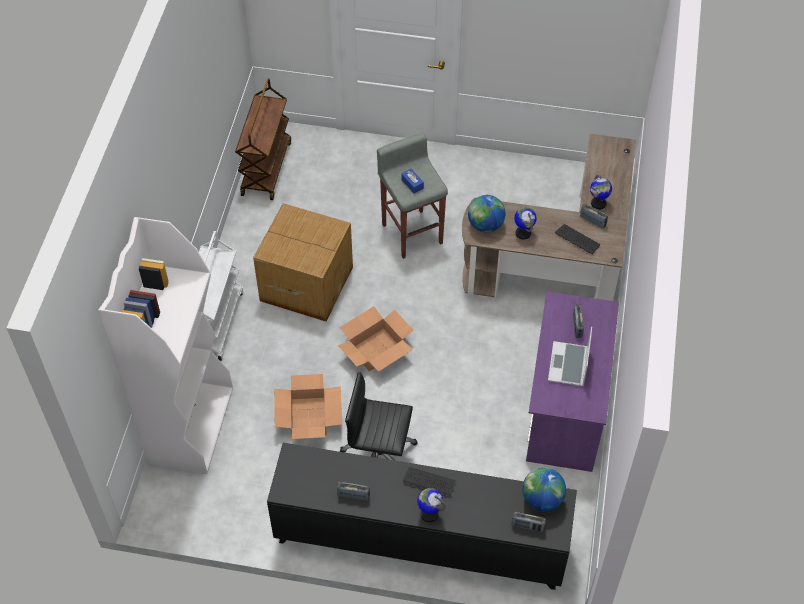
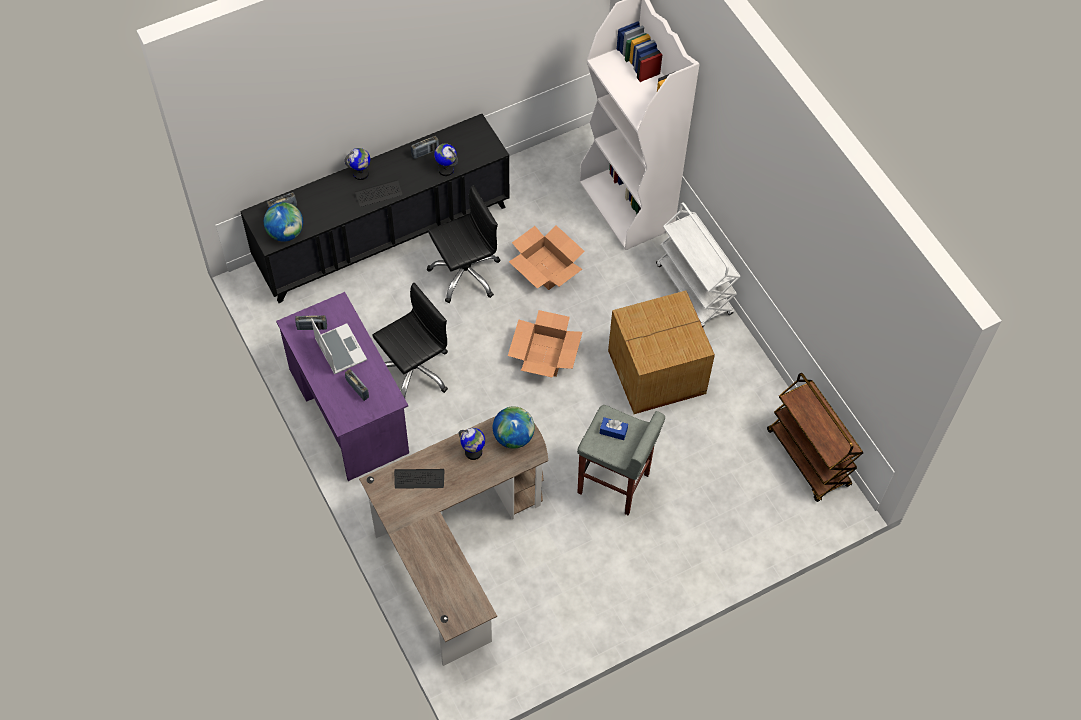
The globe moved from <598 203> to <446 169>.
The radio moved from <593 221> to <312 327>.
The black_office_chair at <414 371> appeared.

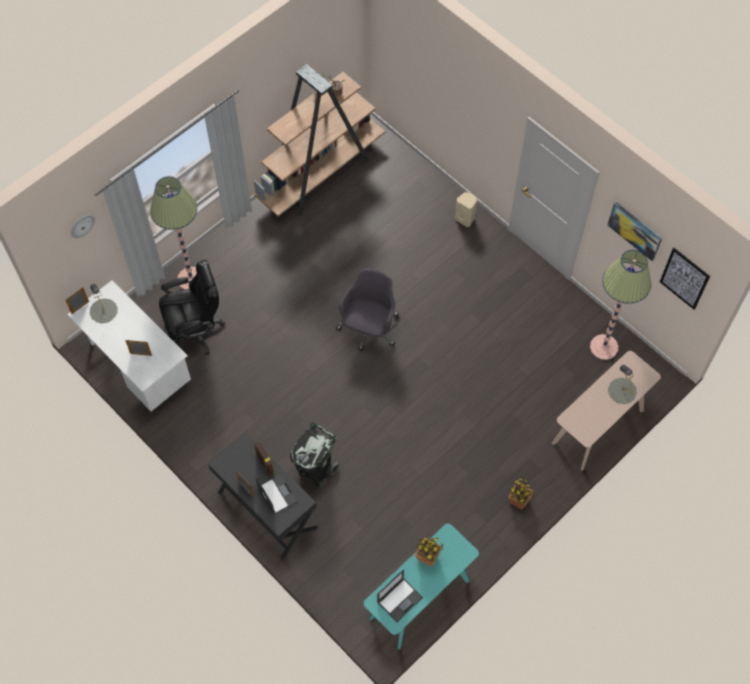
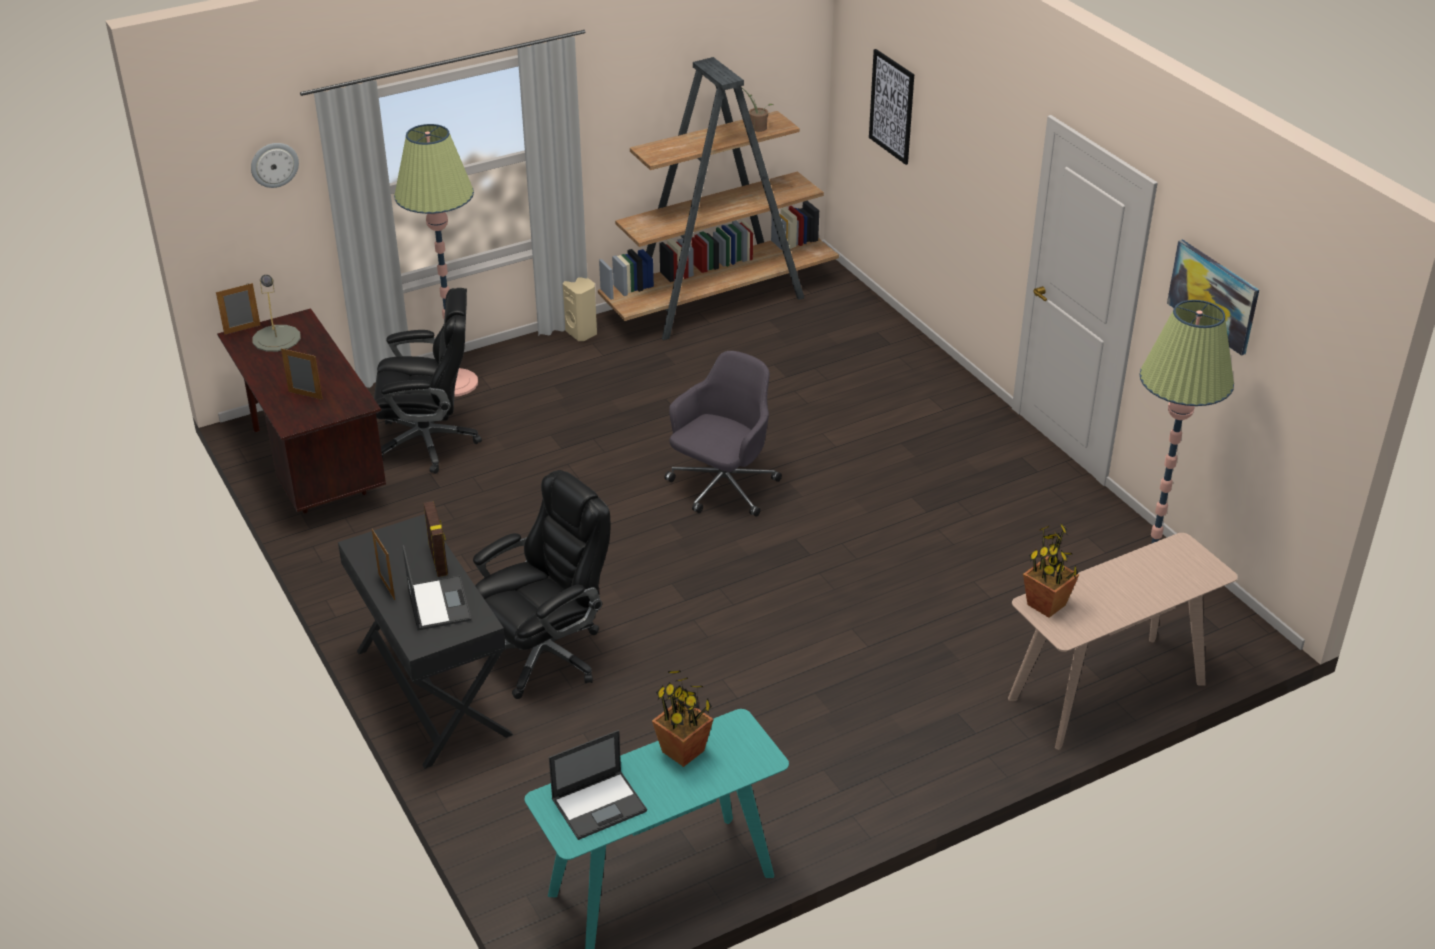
The beige_speaker moved from <465 218> to <582 333>.
The picture moved from <684 278> to <892 106>.
The white_desk at <138 366> became the brown_desk at <313 468>.
The grey_table_lamp at <622 391> disappeared.
The black_trash_can at <315 470> was replaced by the black_office_chair at <546 654>.
The potted_plant moved from <519 501> to <1047 605>.

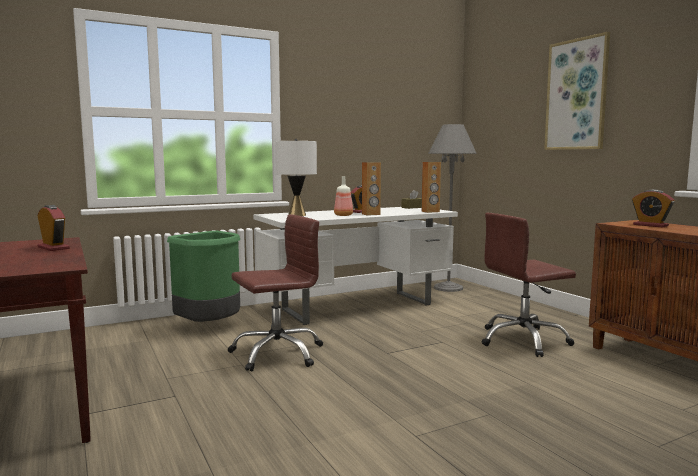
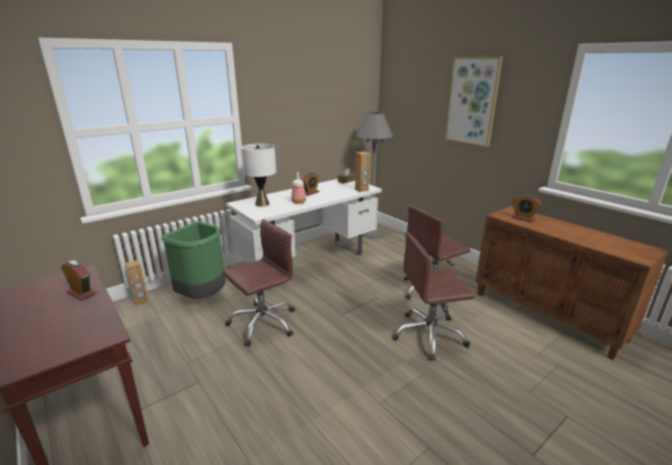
The brown_speaker moved from <371 214> to <141 301>.
The brown_office_chair at <429 335> appeared.

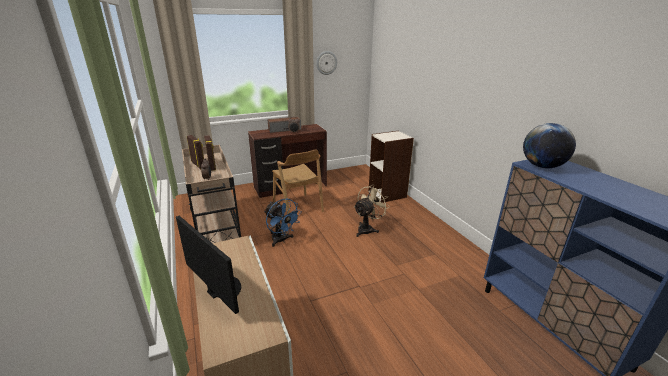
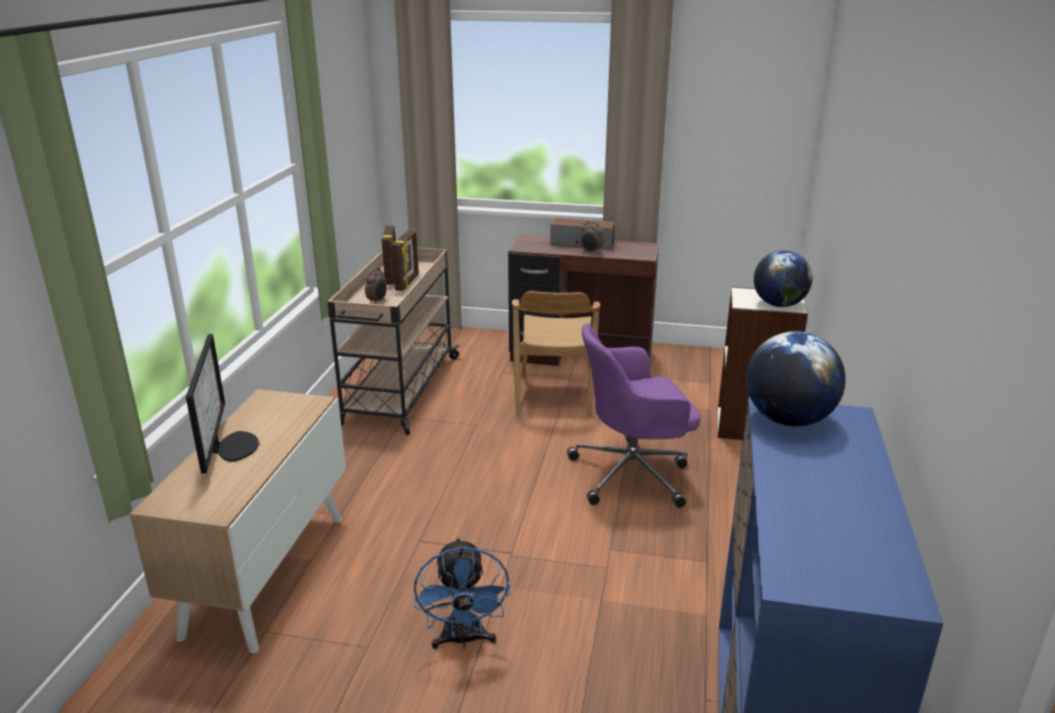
The wall_clock at <326 63> disappeared.
The beige_fan at <367 229> was replaced by the purple_office_chair at <633 474>.
The blue_fan moved from <281 240> to <463 640>.
The globe at <778 305> appeared.

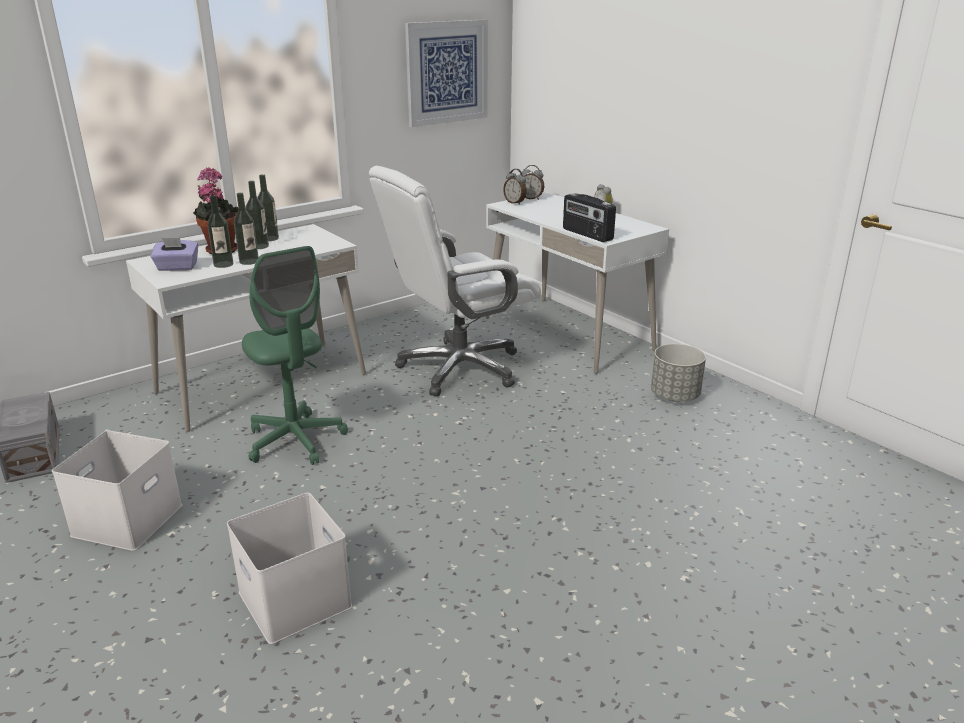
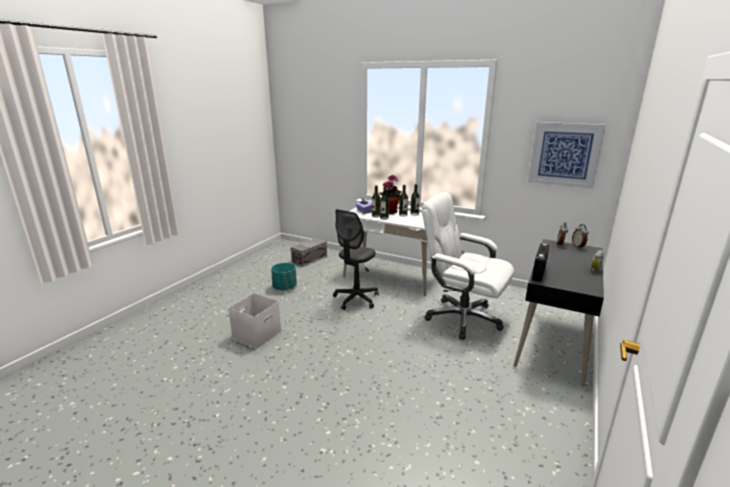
The white_desk at <567 334> became the black_desk at <554 342>.
The green_office_chair at <295 441> became the grey_office_chair at <356 299>.
The grey_planter at <675 396> disappeared.
The white_storage_box at <127 518> was replaced by the turquoise_planter at <285 288>.

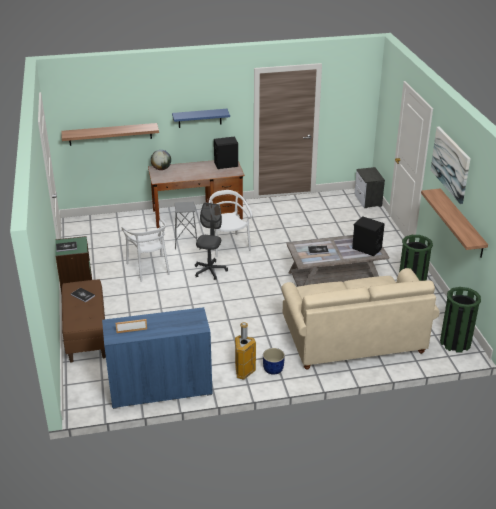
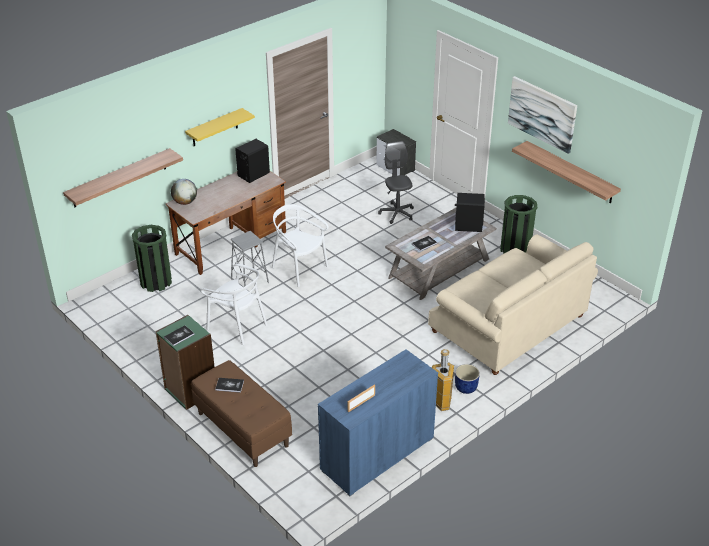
The blue_shelf at <199 118> became the yellow_shelf at <214 128>.
The grey_office_chair moved from <210 271> to <397 214>.
The green_trash_can moved from <455 342> to <156 282>.

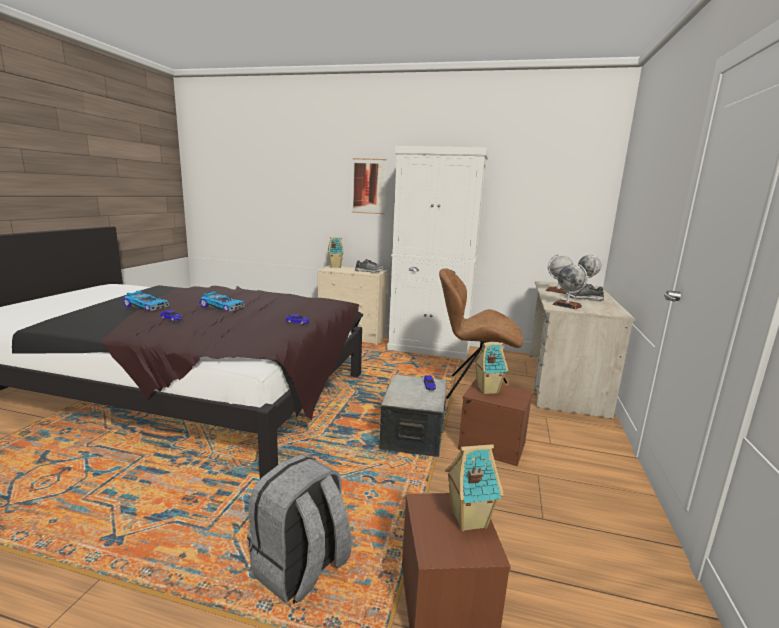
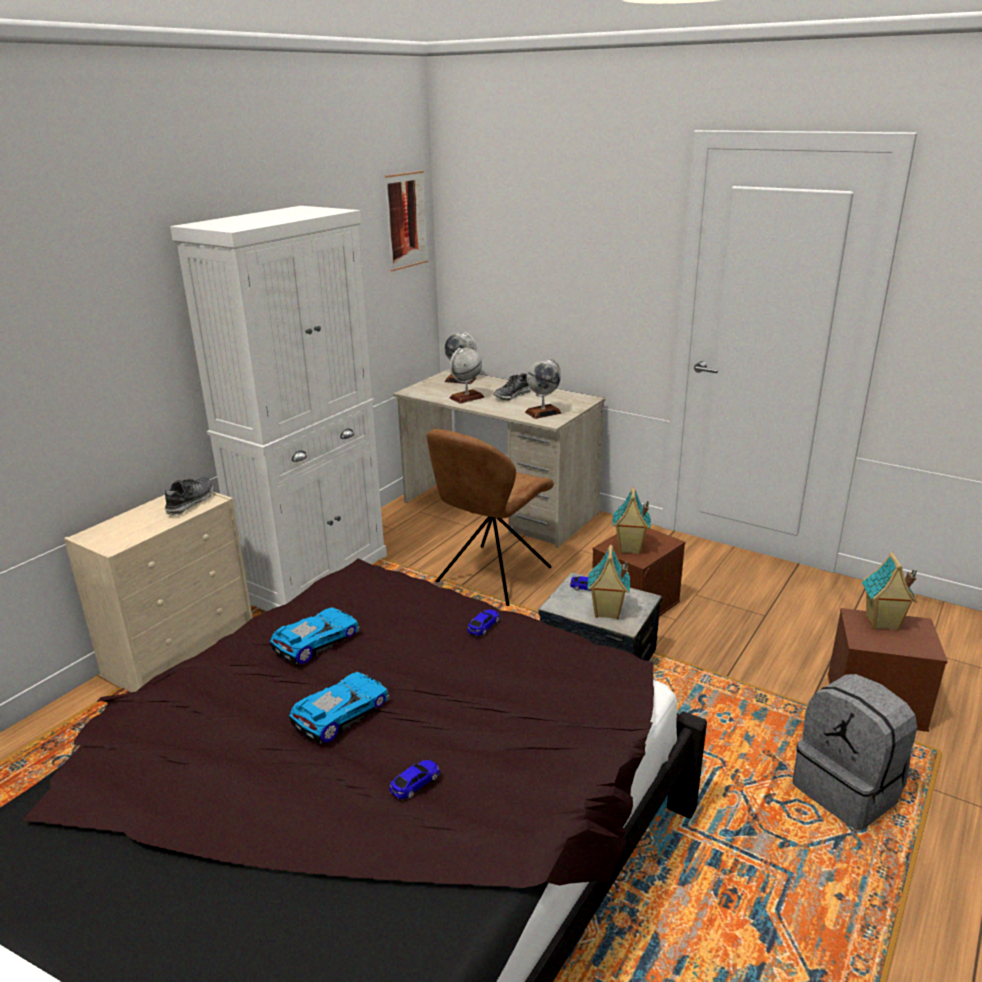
The picture moved from <368 186> to <406 220>.
The toy_house moved from <335 266> to <606 612>.
The toy_car moved from <147 306> to <315 640>.

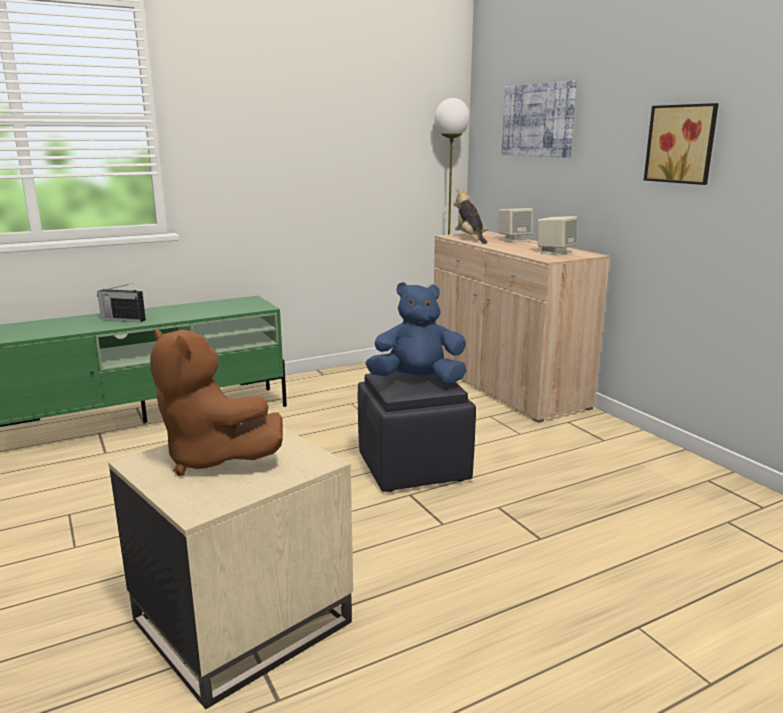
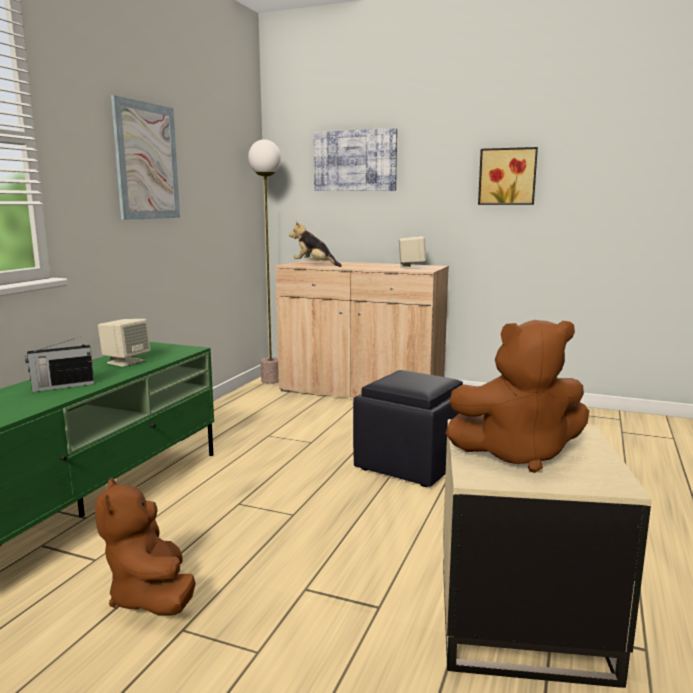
The beige_speaker moved from <514 240> to <126 362>.
The blue_plush_toy at <417 380> disappeared.
The picture at <146 161> appeared.
The brown_plush_toy at <151 596> appeared.

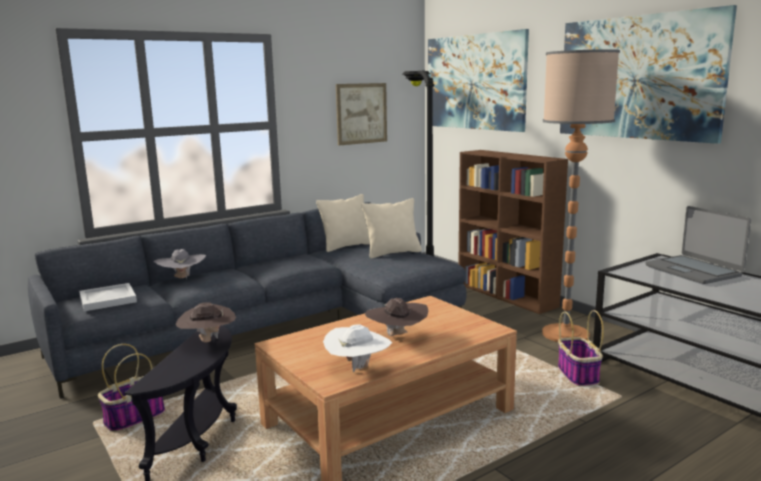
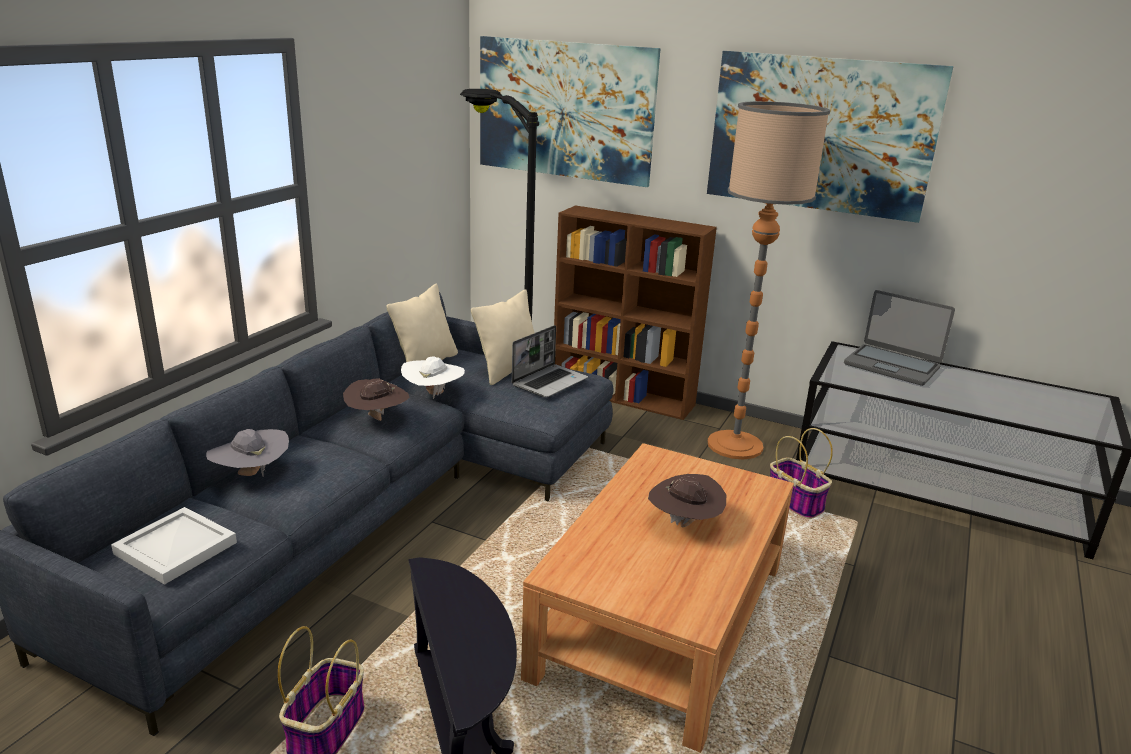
The picture at <361 113> disappeared.
The brown_hat moved from <208 341> to <377 419>.
The white_hat moved from <358 367> to <433 394>.
The laptop at <550 382> appeared.

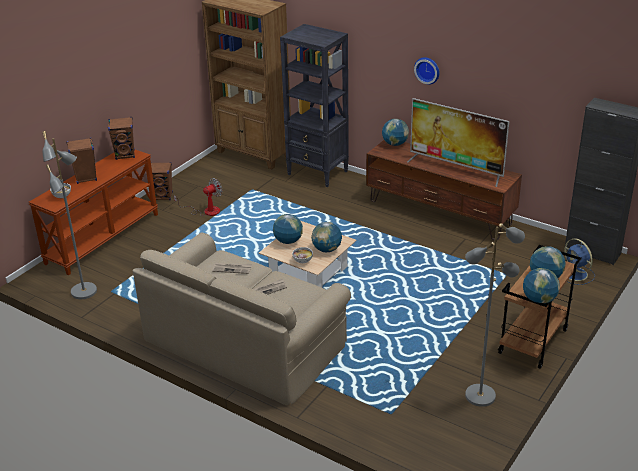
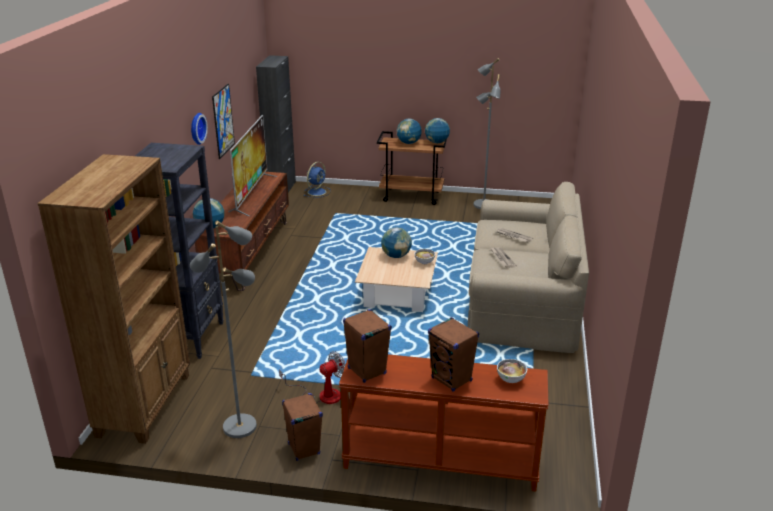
The grey_floor_lamp moved from <84 292> to <240 426>.
The fan at <206 211> turned 120 degrees clockwise.
The globe at <288 241> disappeared.
The picture at <223 121> appeared.

